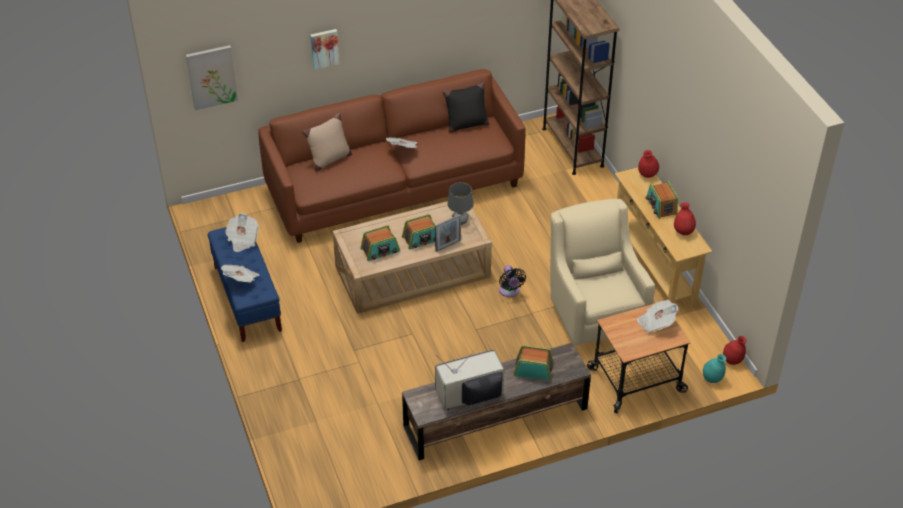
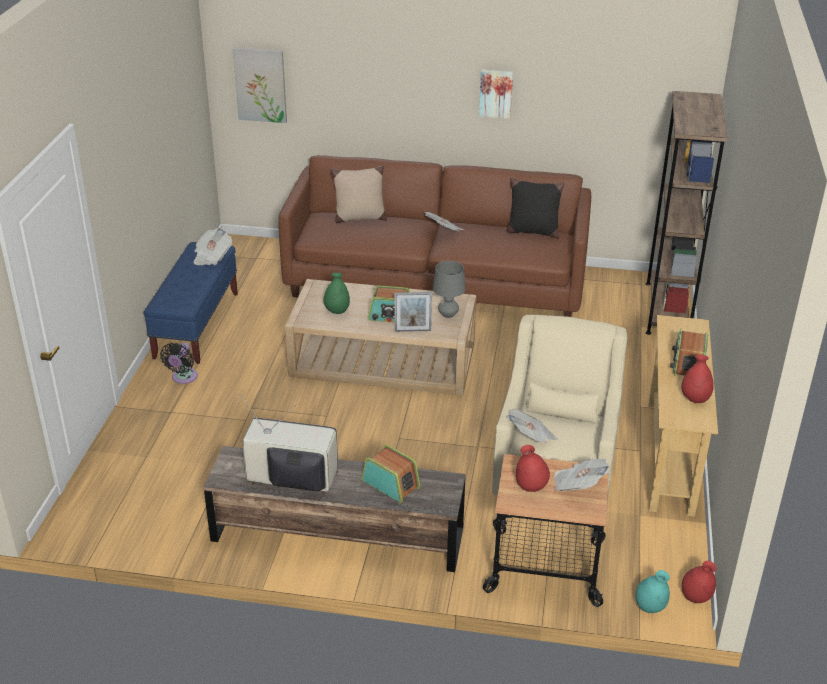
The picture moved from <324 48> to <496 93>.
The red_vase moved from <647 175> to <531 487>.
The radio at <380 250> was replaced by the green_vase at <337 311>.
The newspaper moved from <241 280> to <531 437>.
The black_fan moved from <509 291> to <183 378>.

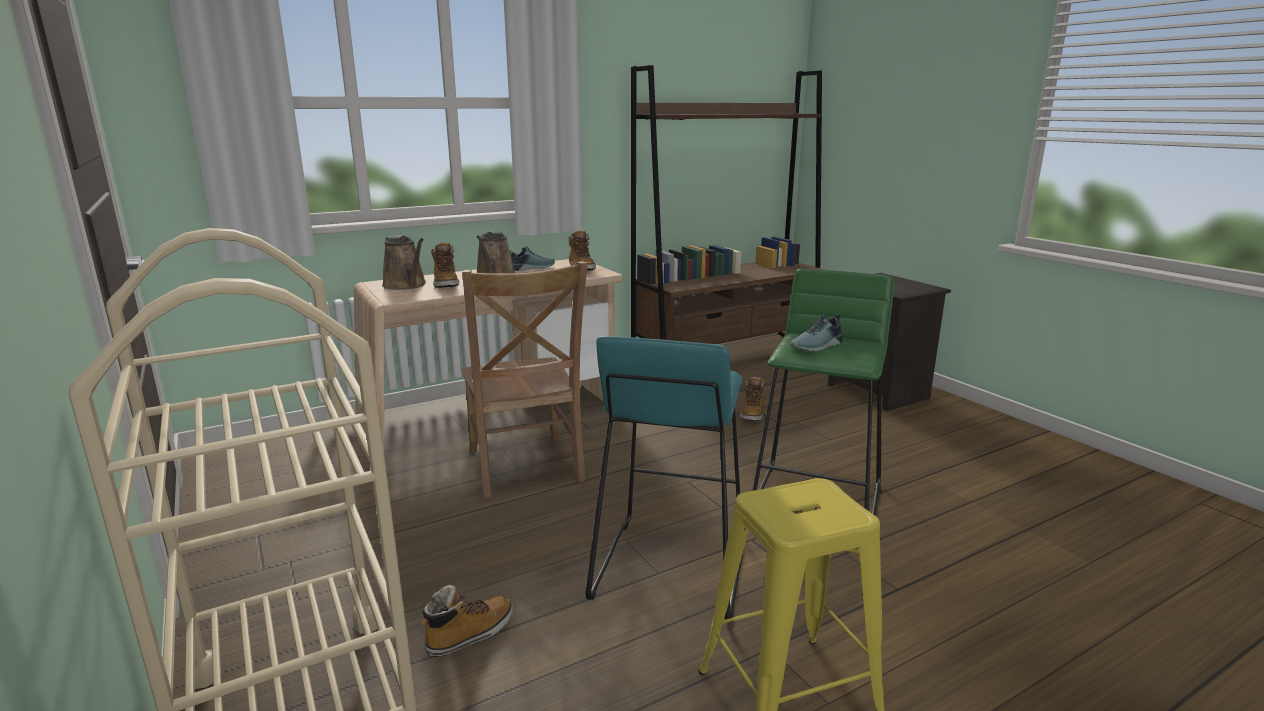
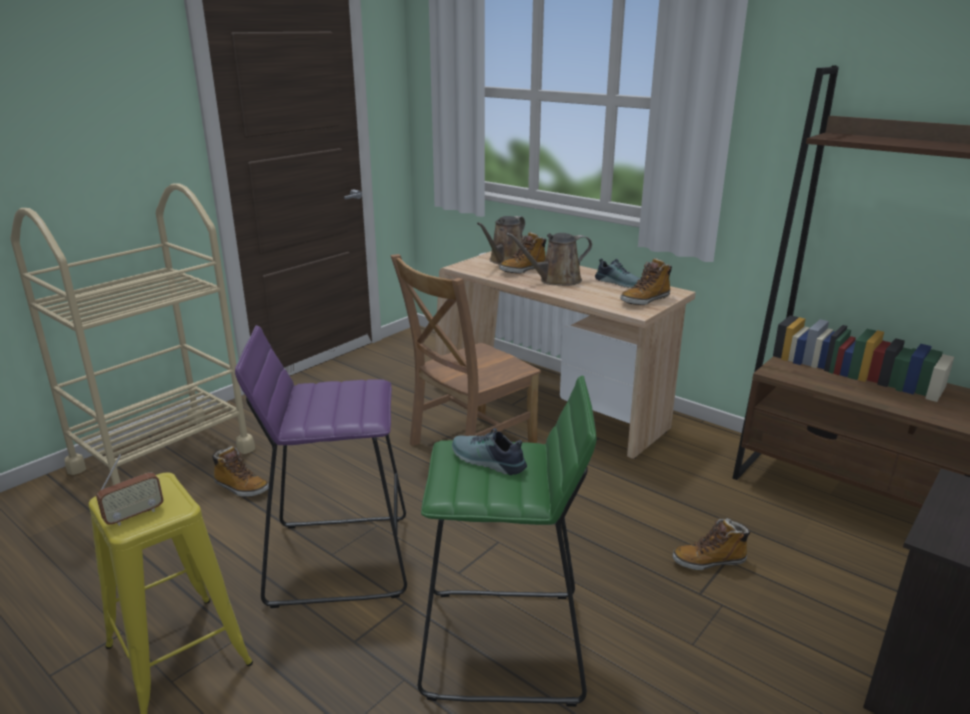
The turquoise_stool at <669 569> became the purple_stool at <338 558>.
The radio at <134 515> appeared.

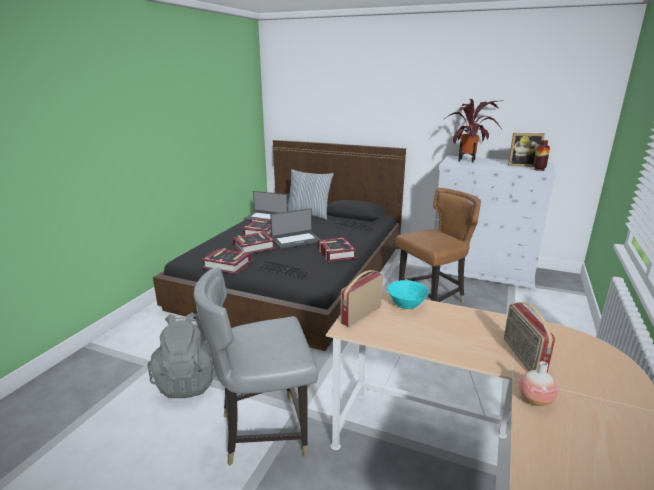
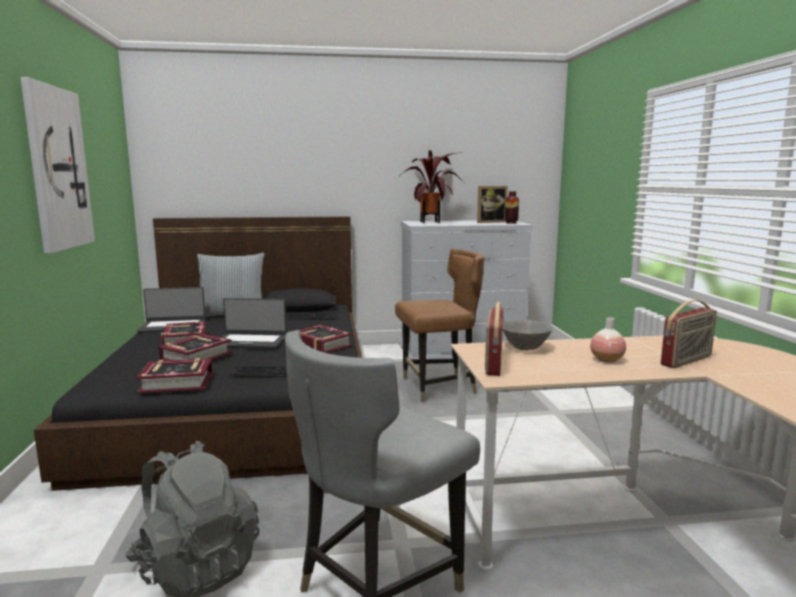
The brown_chair at <432 299> turned 45 degrees clockwise.
The laptop at <296 240> turned 60 degrees clockwise.
The turquoise_bowl at <406 305> became the grey_bowl at <524 348>.
The radio at <522 357> turned 90 degrees counterclockwise.
The vase moved from <535 400> to <606 360>.
The picture at <57 169> appeared.

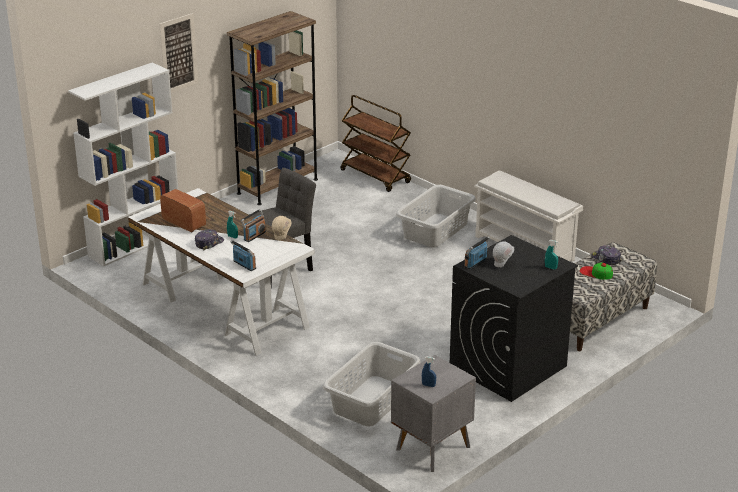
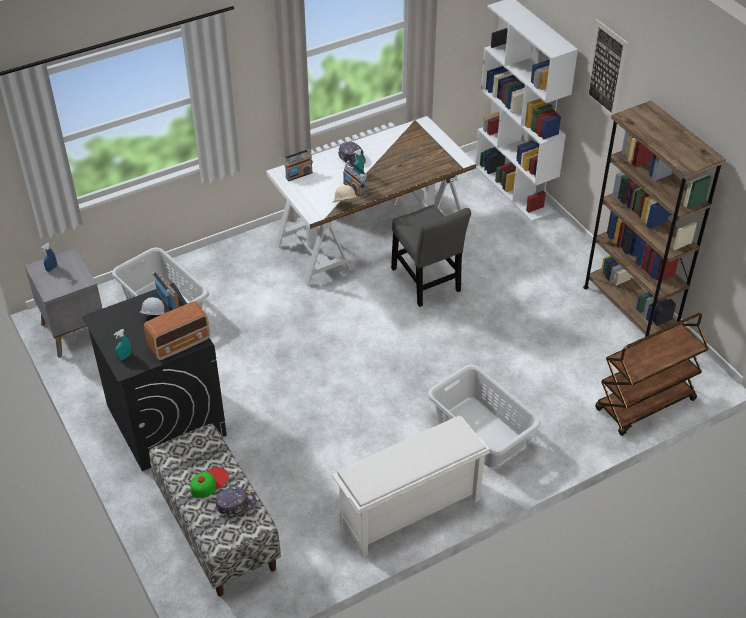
The radio moved from <183 223> to <180 344>.

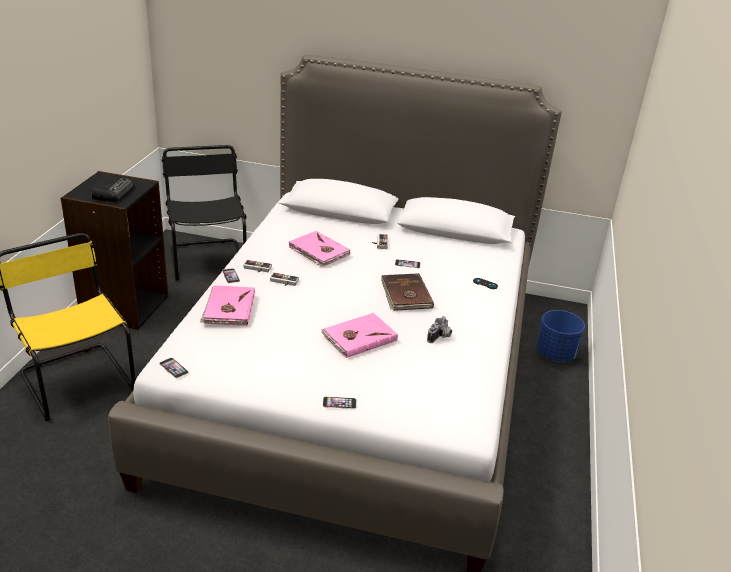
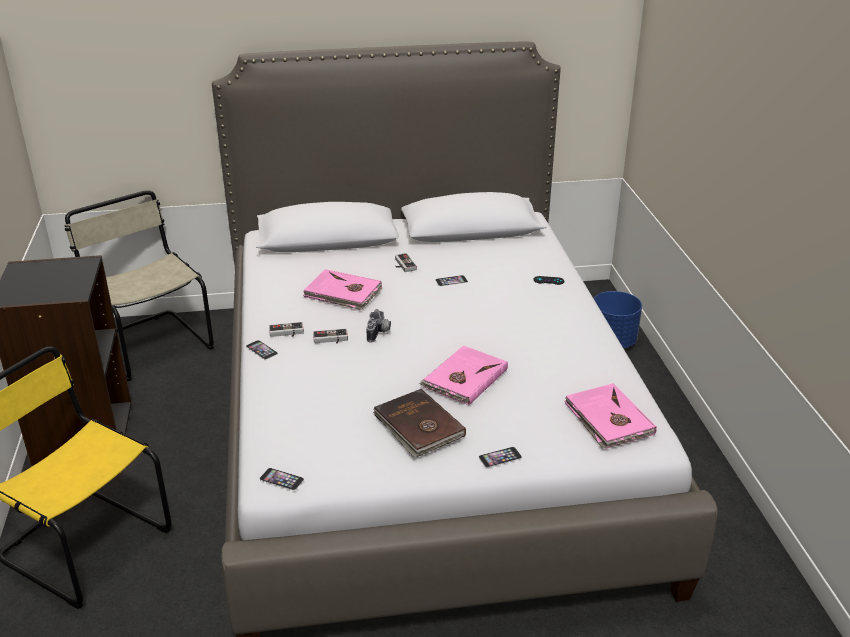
The black_chair at <207 259> became the beige_chair at <150 343>.
The radio at <113 192> disappeared.
The brown_book moved from <405 295> to <418 426>.
The pink_book moved from <228 308> to <608 420>.
The photo_camera moved from <440 337> to <379 333>.

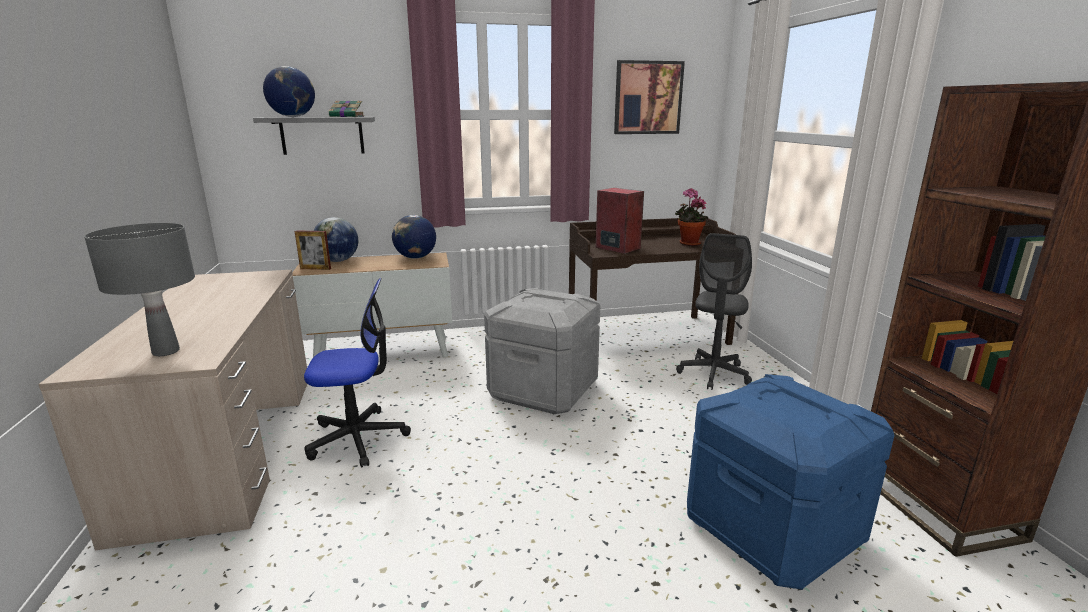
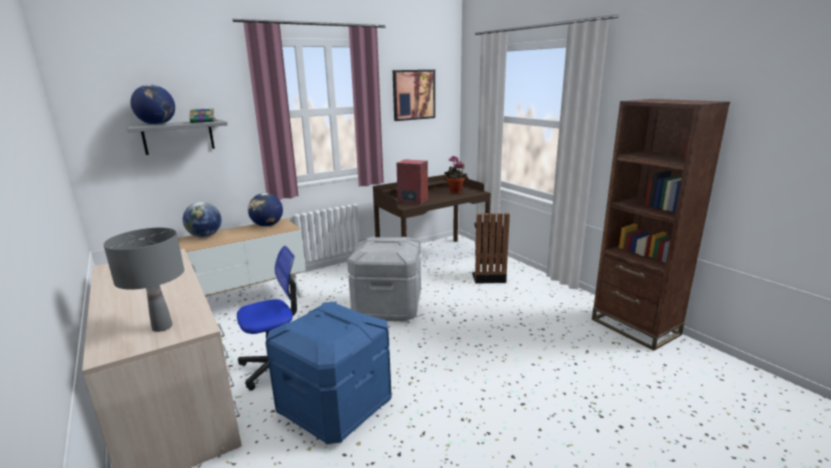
The picture_frame at <315 268> disappeared.
The grey_office_chair at <713 374> was replaced by the black_trash_can at <487 276>.
The blue_storage_box moved from <773 530> to <336 406>.

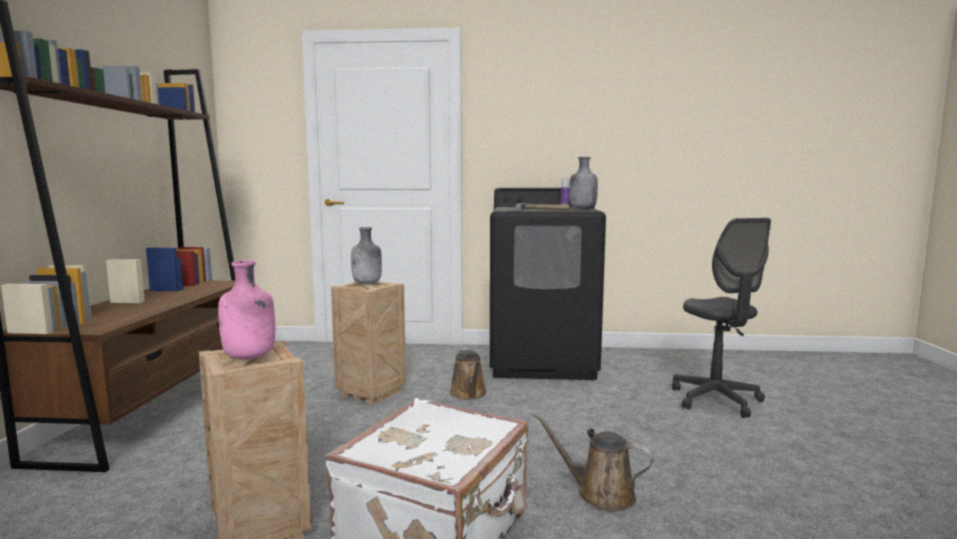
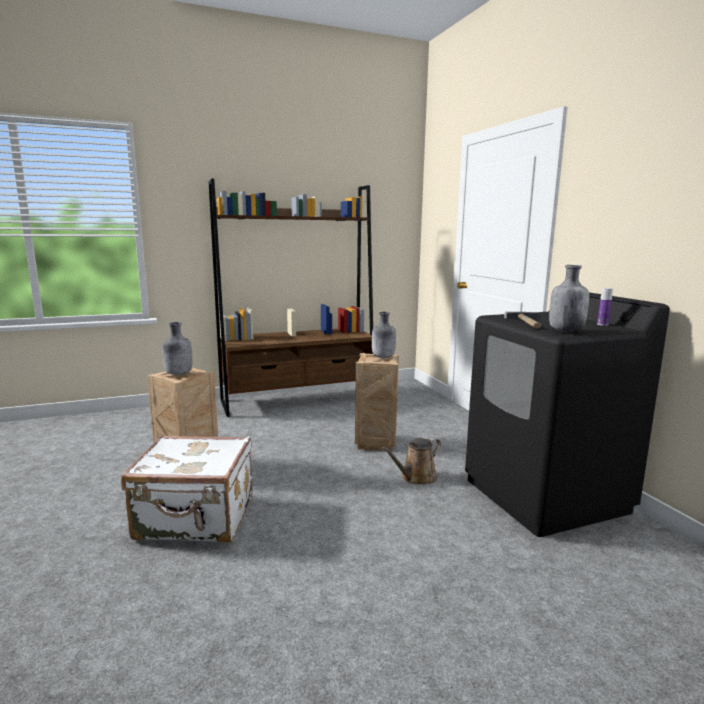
The grey_office_chair at <716 400> disappeared.
The pink_bottle at <250 357> became the grey_bottle at <178 374>.
The brown_watering_can at <600 494> disappeared.

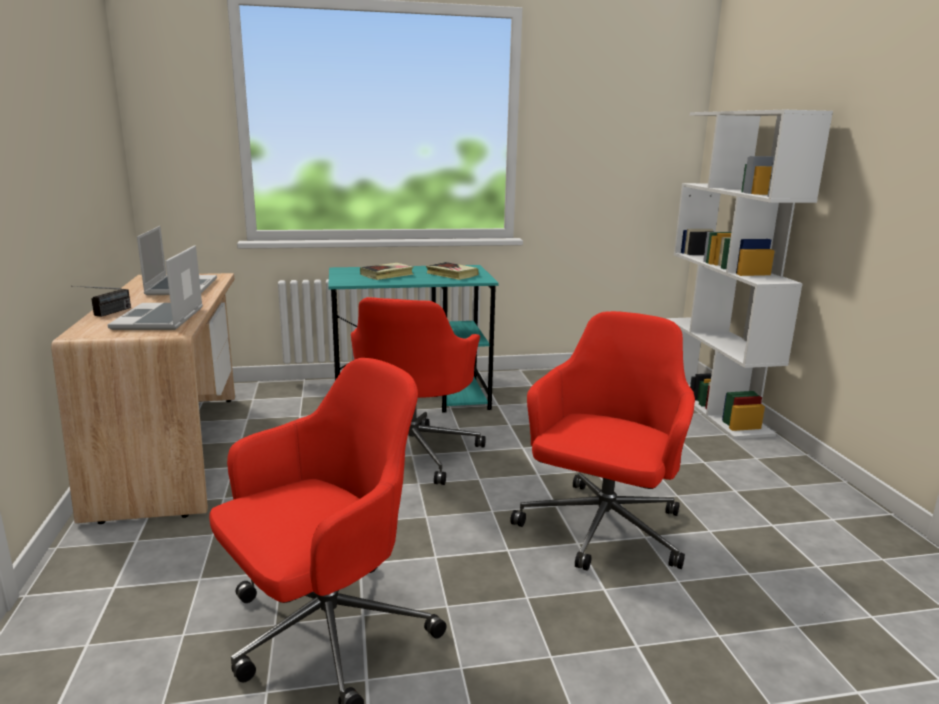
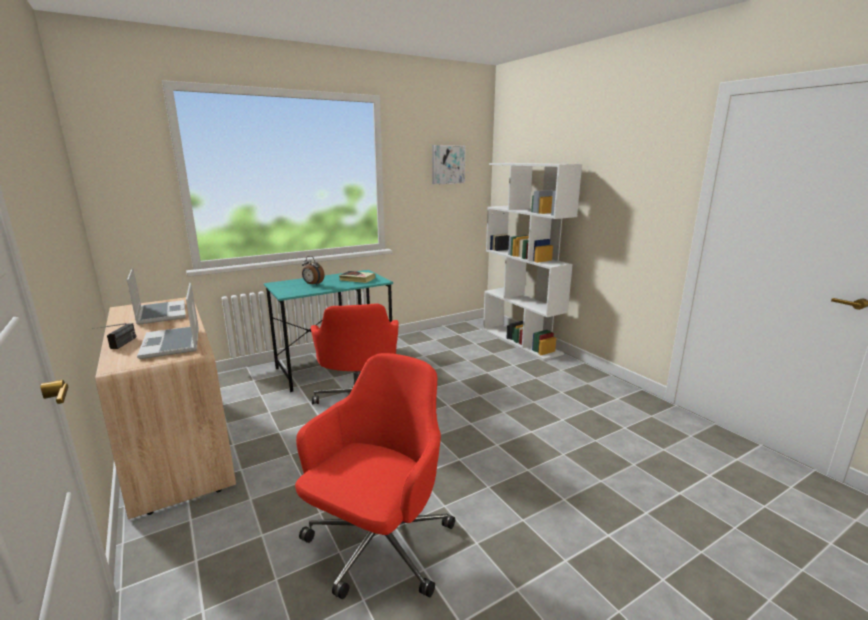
The book at <387 275> was replaced by the alarm_clock at <313 284>.
The red_office_chair at <601 530> disappeared.
The picture at <447 164> appeared.

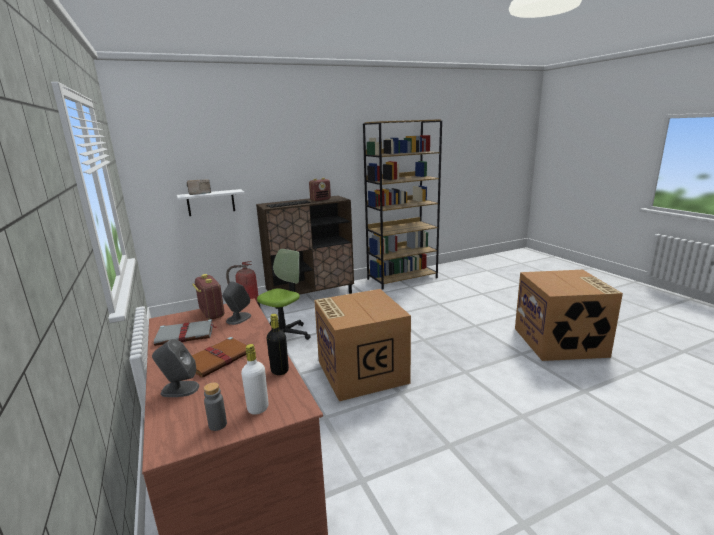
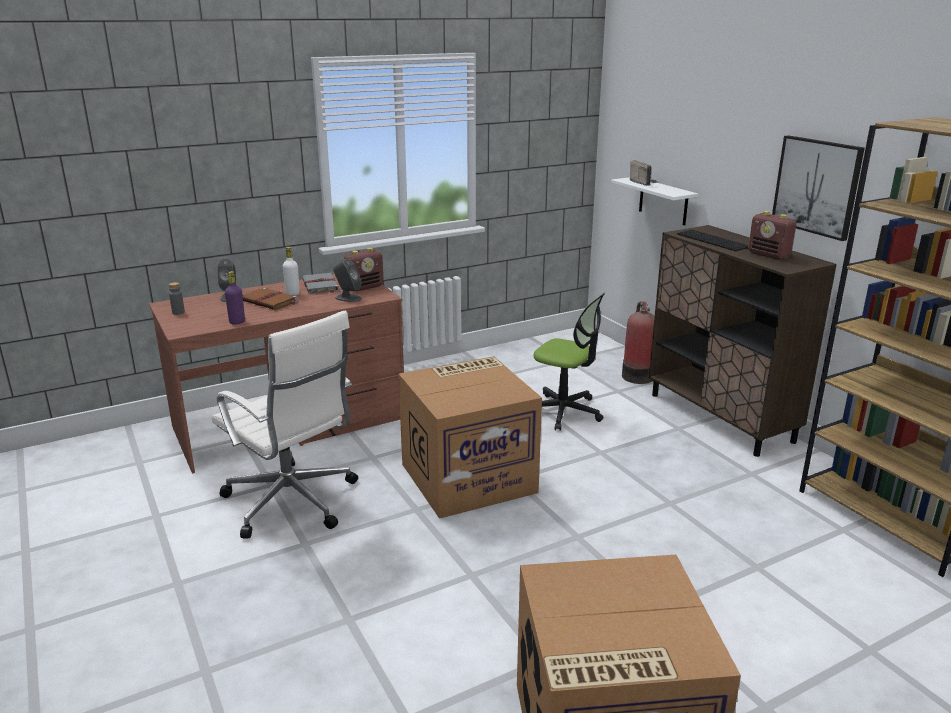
The black_bottle at <280 371> became the purple_bottle at <237 322>.
The white_bottle moved from <258 408> to <292 293>.
The picture at <817 186> appeared.
The white_office_chair at <292 503> appeared.

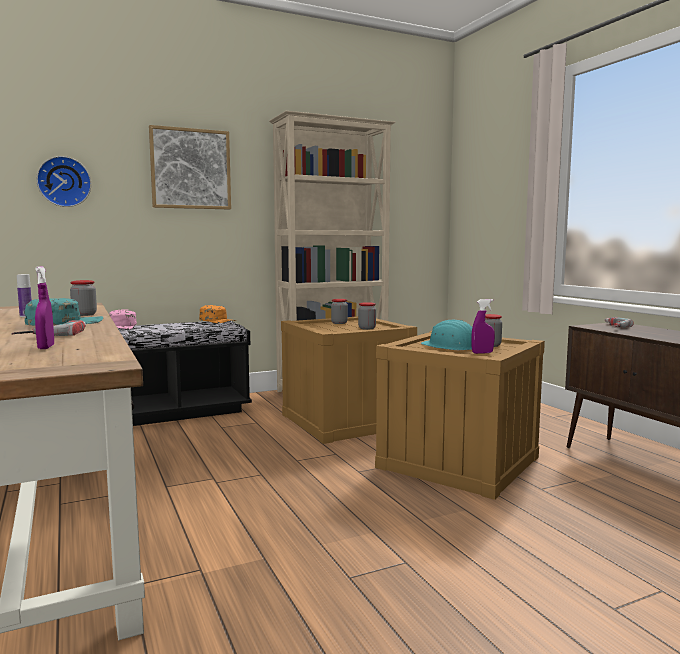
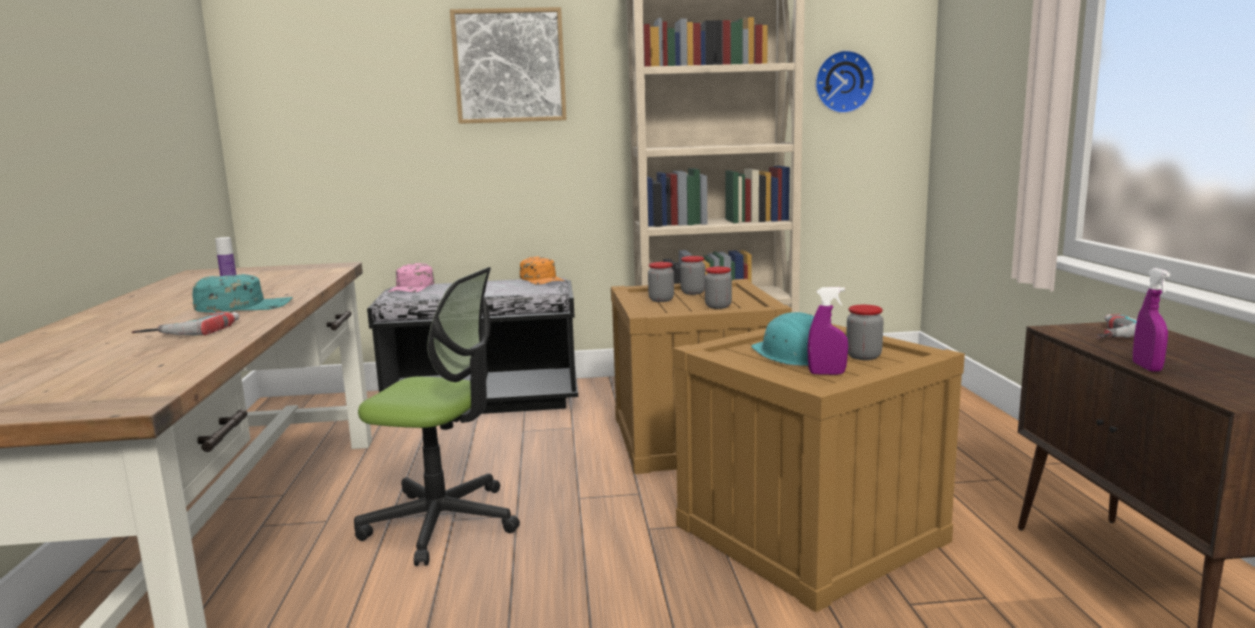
The wall_clock moved from <64 182> to <842 82>.
The purple_spray_bottle moved from <46 347> to <1147 367>.
The jar moved from <84 314> to <661 300>.
The office_chair at <442 522> appeared.

